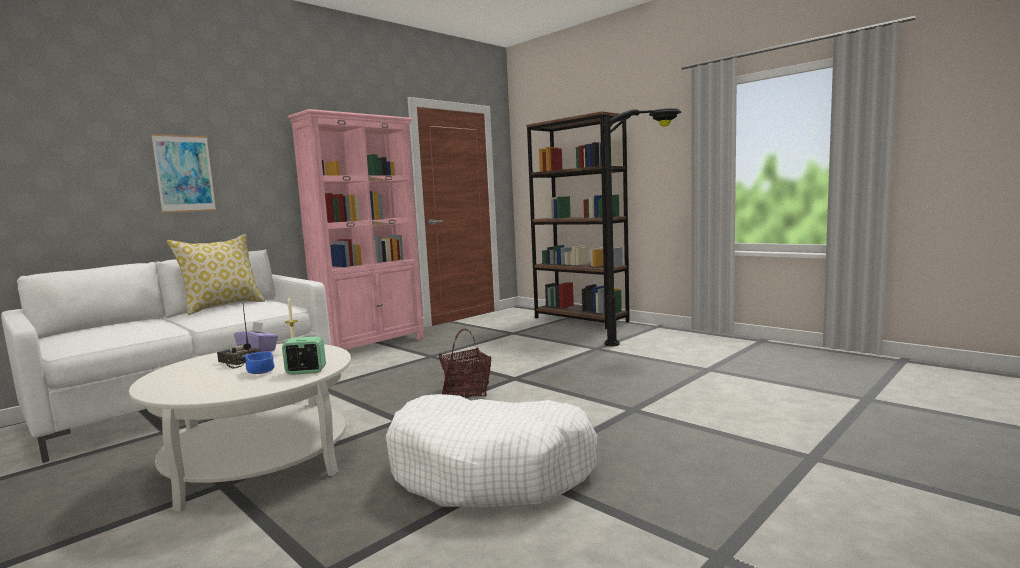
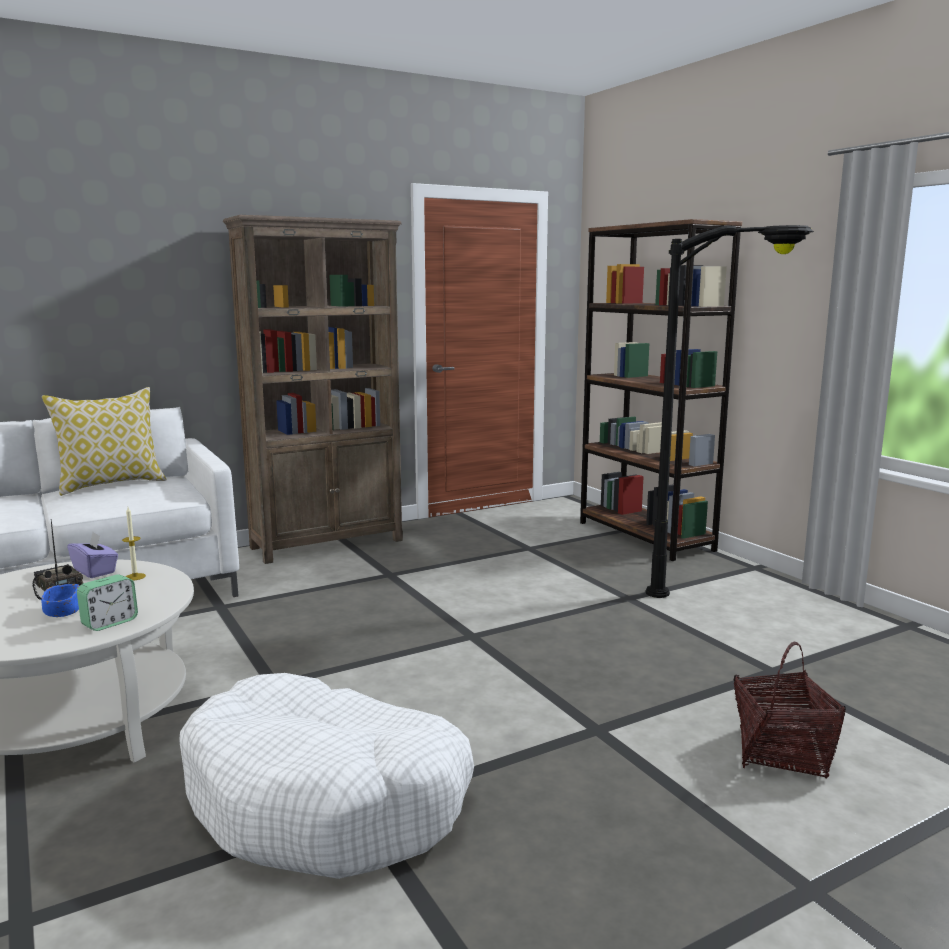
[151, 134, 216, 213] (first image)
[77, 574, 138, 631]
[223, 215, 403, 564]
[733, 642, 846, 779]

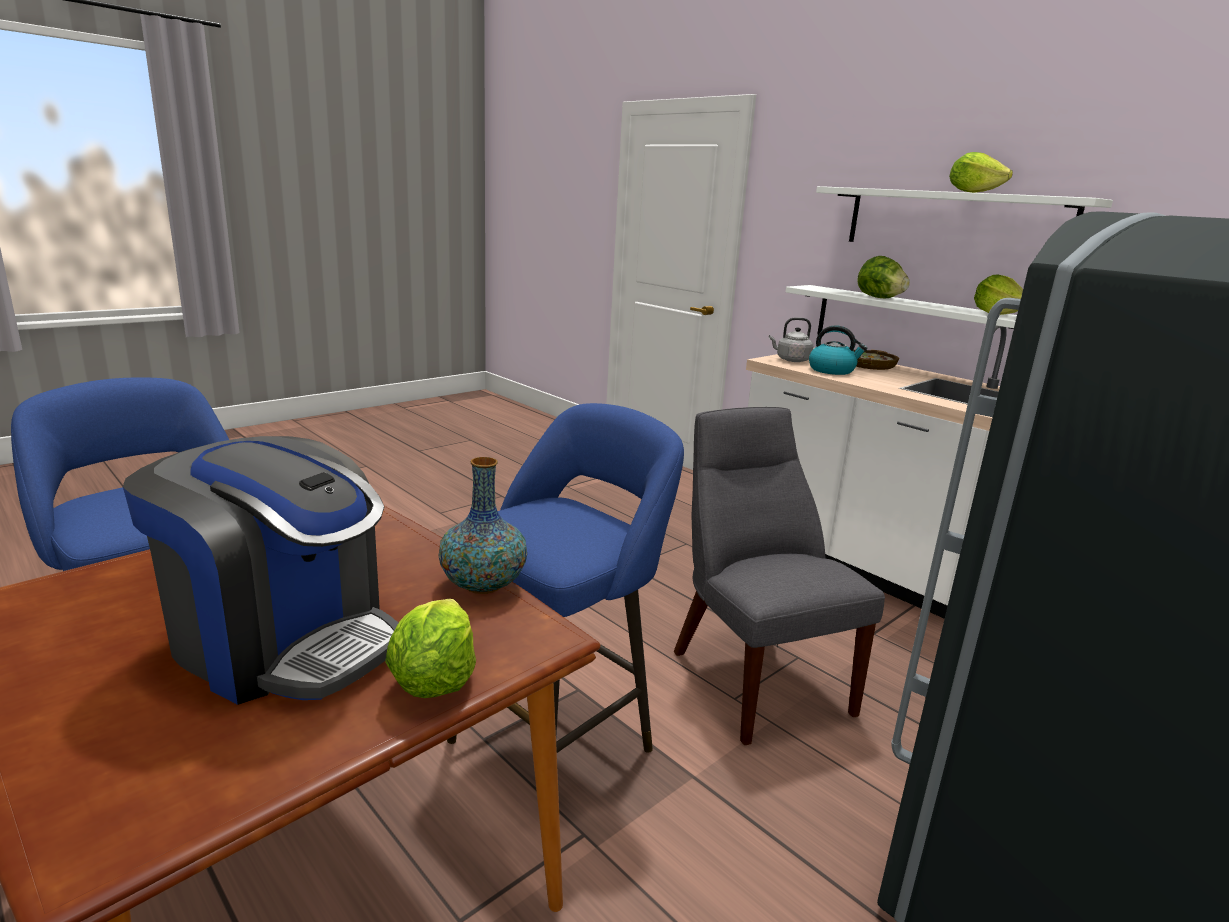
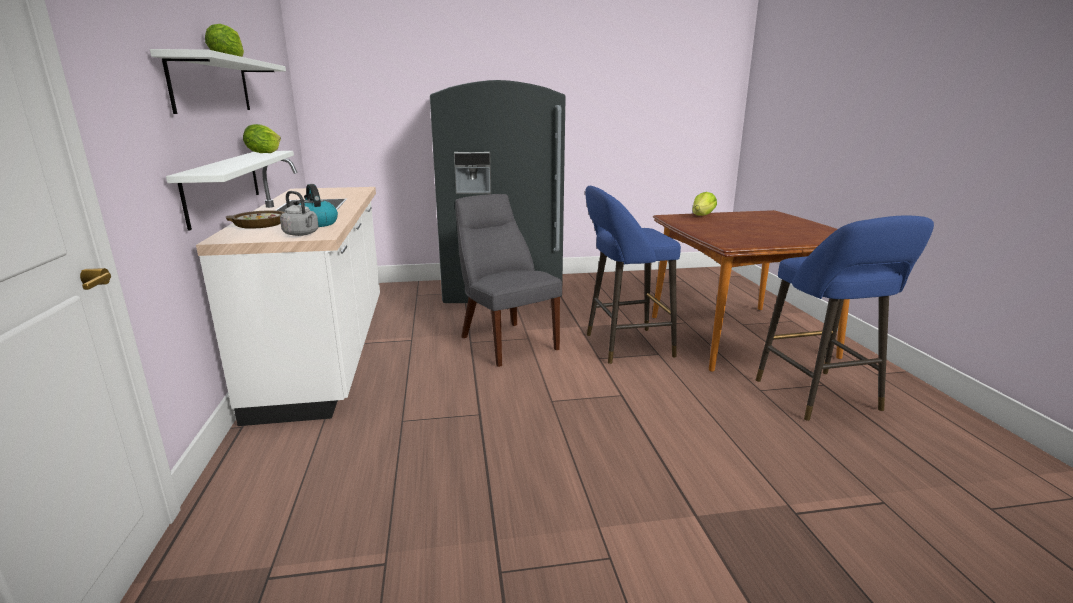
[123, 436, 399, 705] (first image)
[439, 457, 527, 594] (first image)
[455, 194, 562, 367]
[857, 256, 910, 298] (first image)

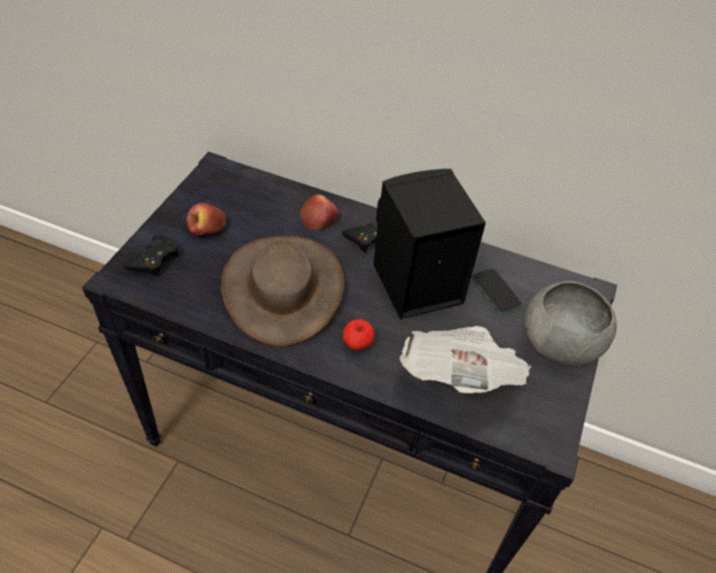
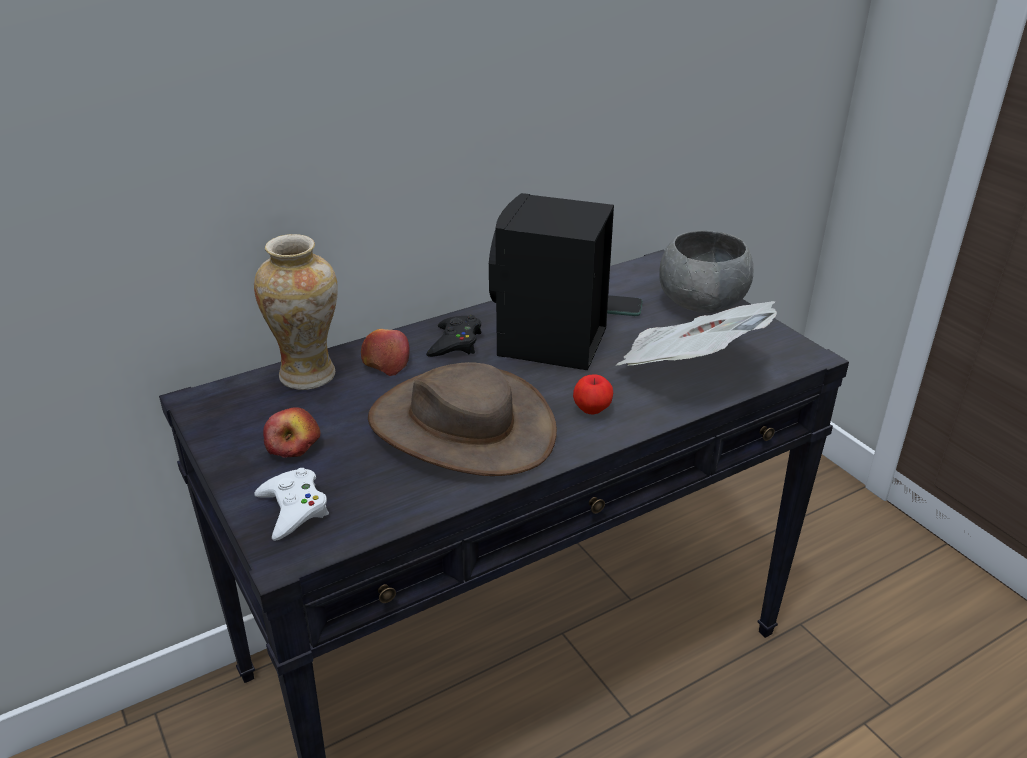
[254, 468, 329, 541]
[254, 234, 338, 390]

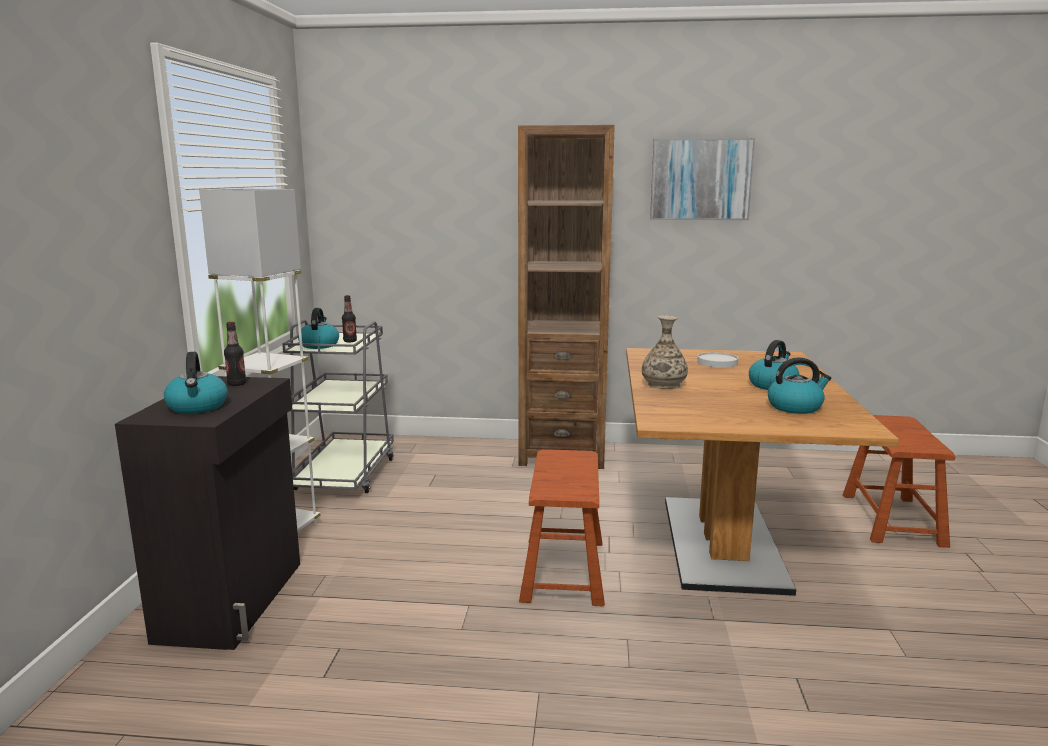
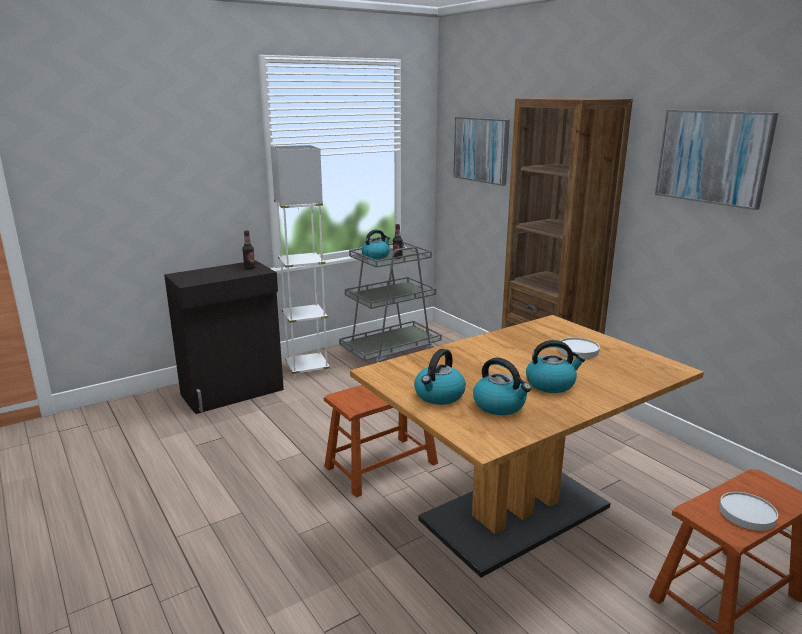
[414, 349, 466, 405]
[642, 316, 688, 389] (first image)
[453, 117, 510, 186]
[719, 492, 778, 531]

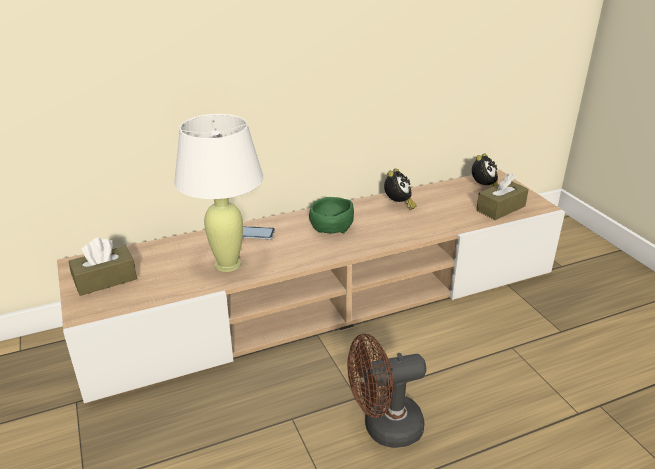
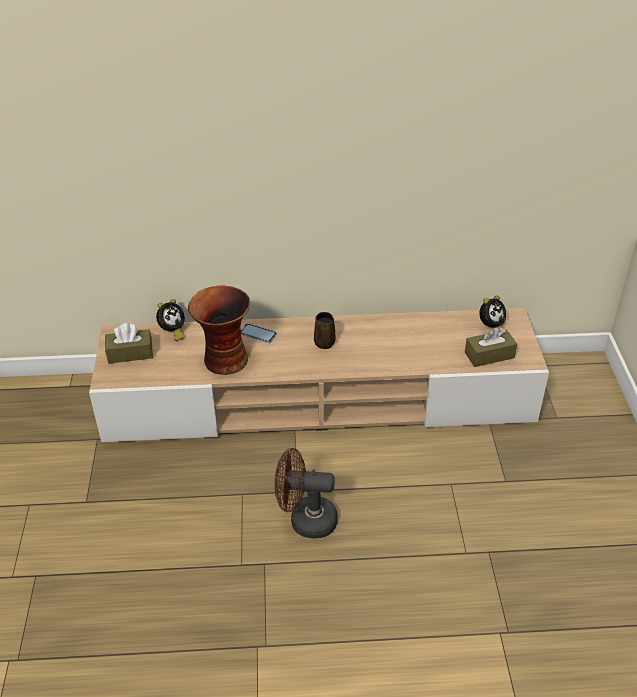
[188, 285, 250, 375]
[314, 312, 336, 349]
[156, 299, 185, 341]

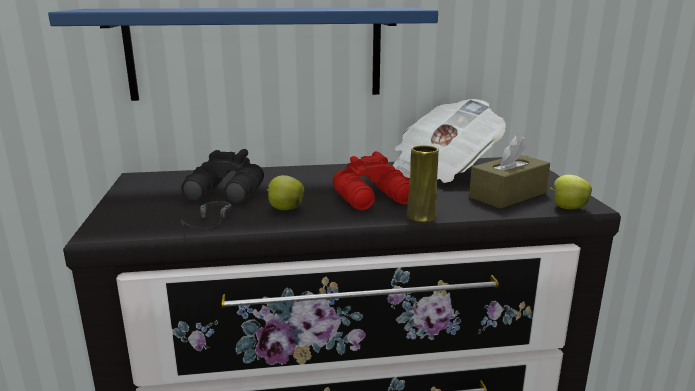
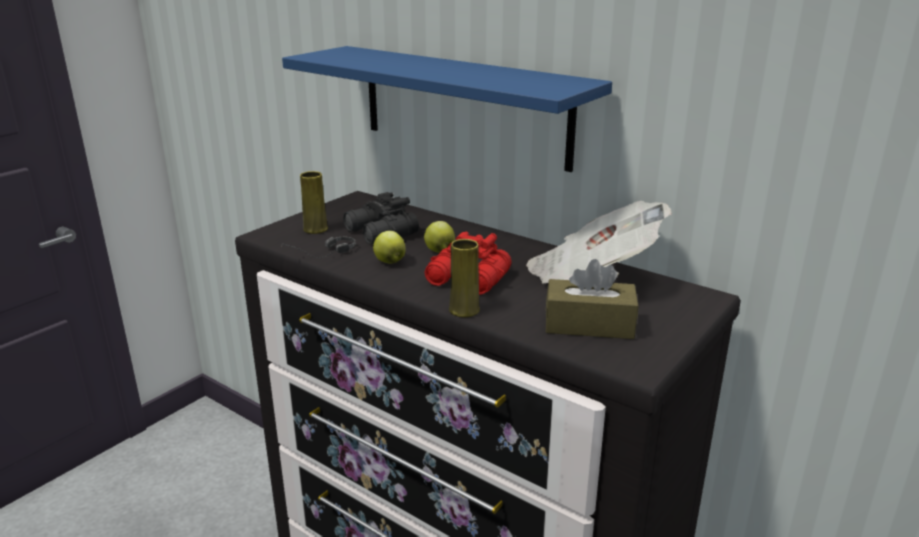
[424, 221, 455, 253]
[300, 171, 328, 234]

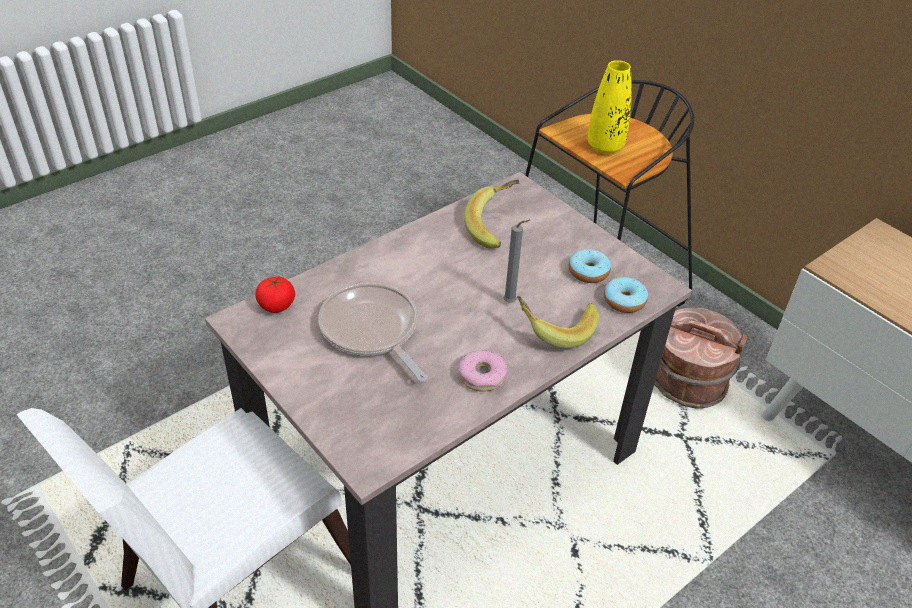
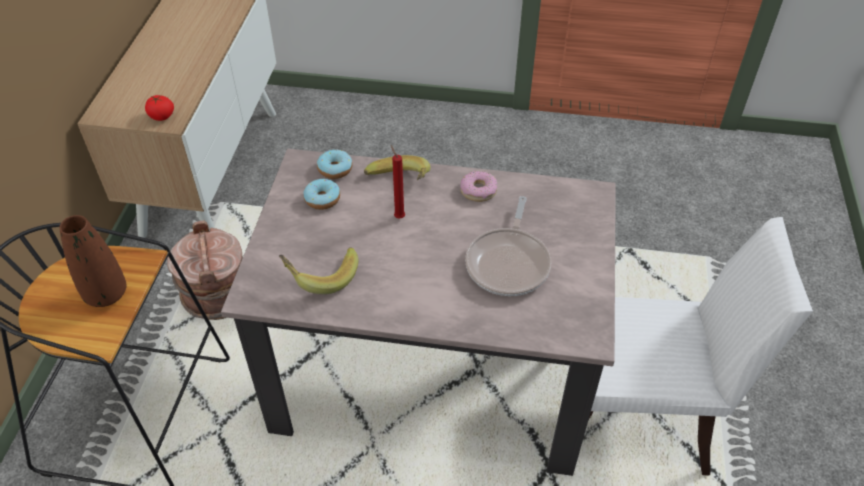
[145, 95, 174, 121]
[391, 145, 405, 219]
[59, 215, 126, 307]

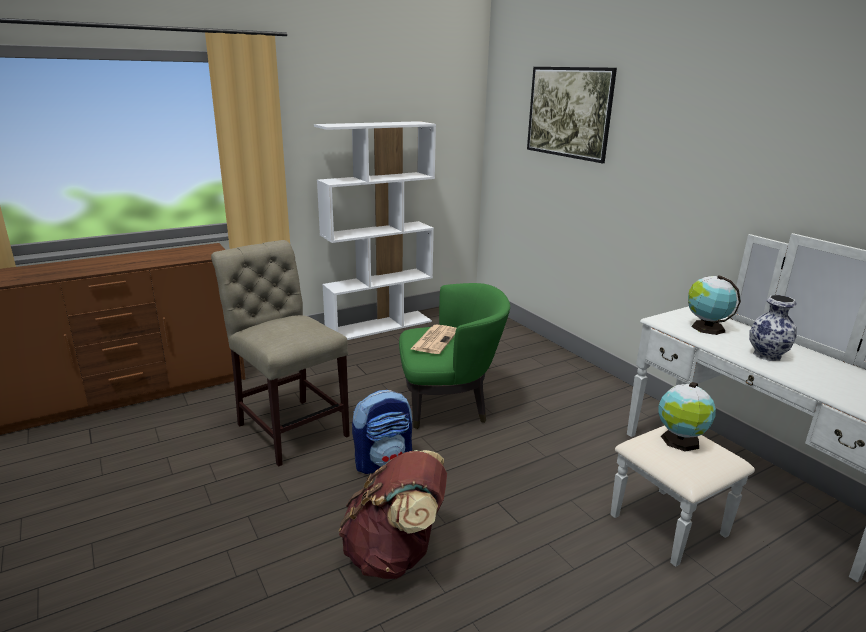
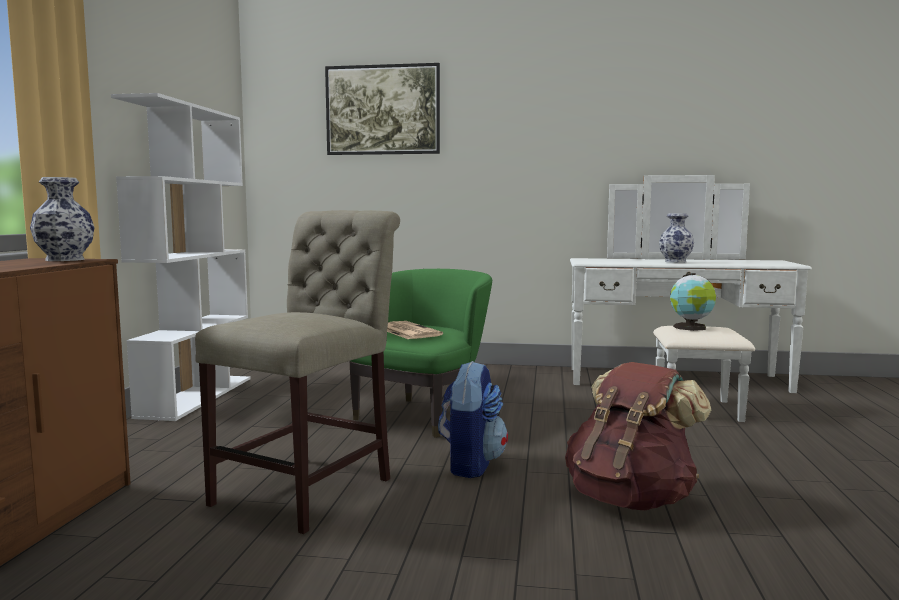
[195, 210, 400, 534]
[688, 275, 741, 335] (first image)
[30, 177, 95, 261]

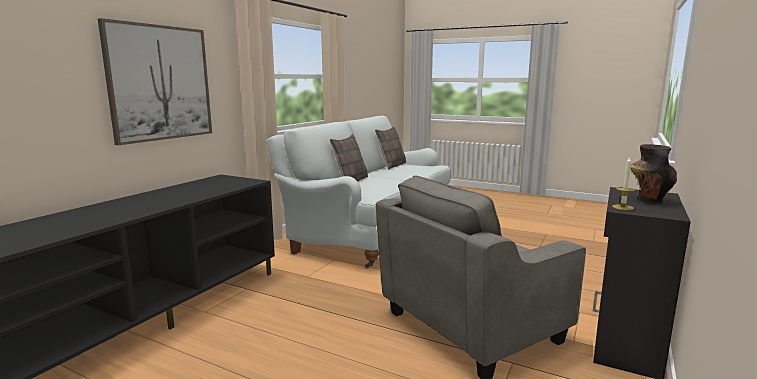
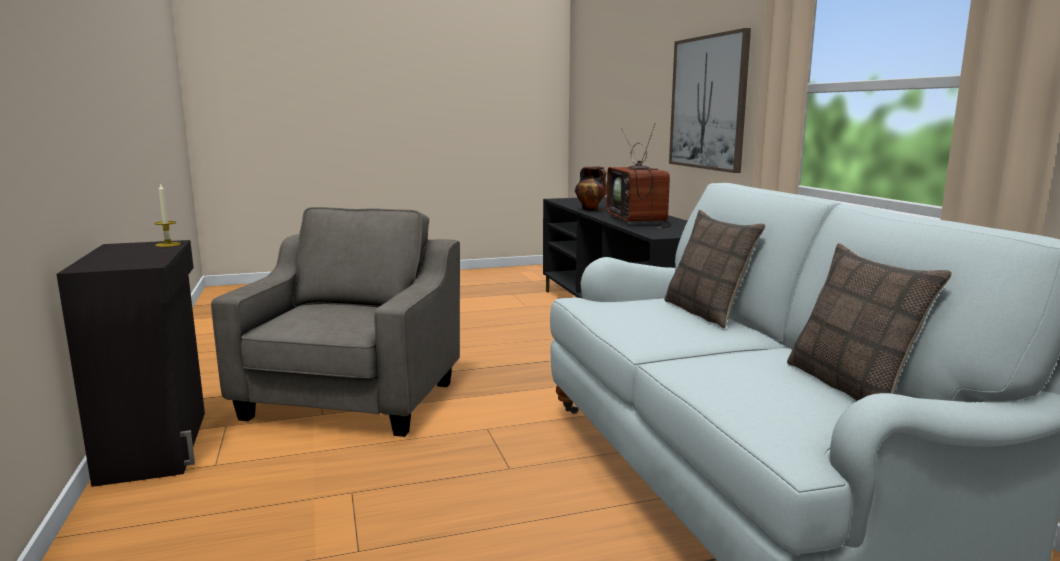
[575, 167, 607, 211]
[606, 123, 671, 228]

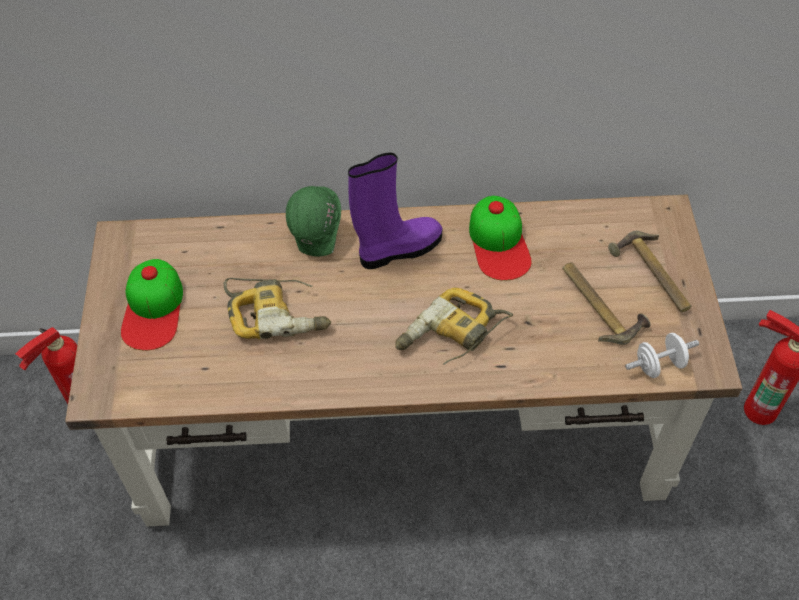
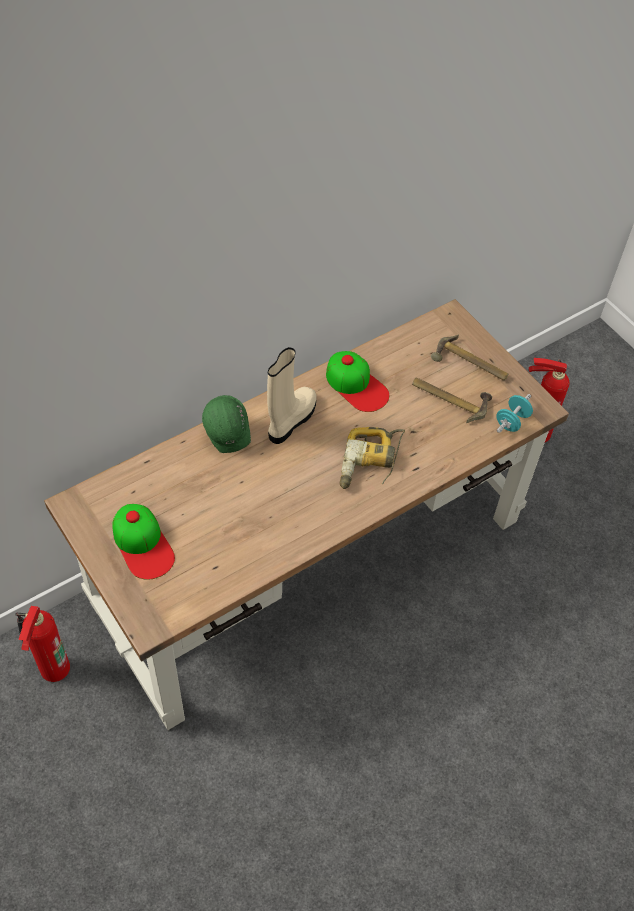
[224, 278, 331, 339] (first image)
[267, 347, 317, 444]
[496, 394, 533, 433]

